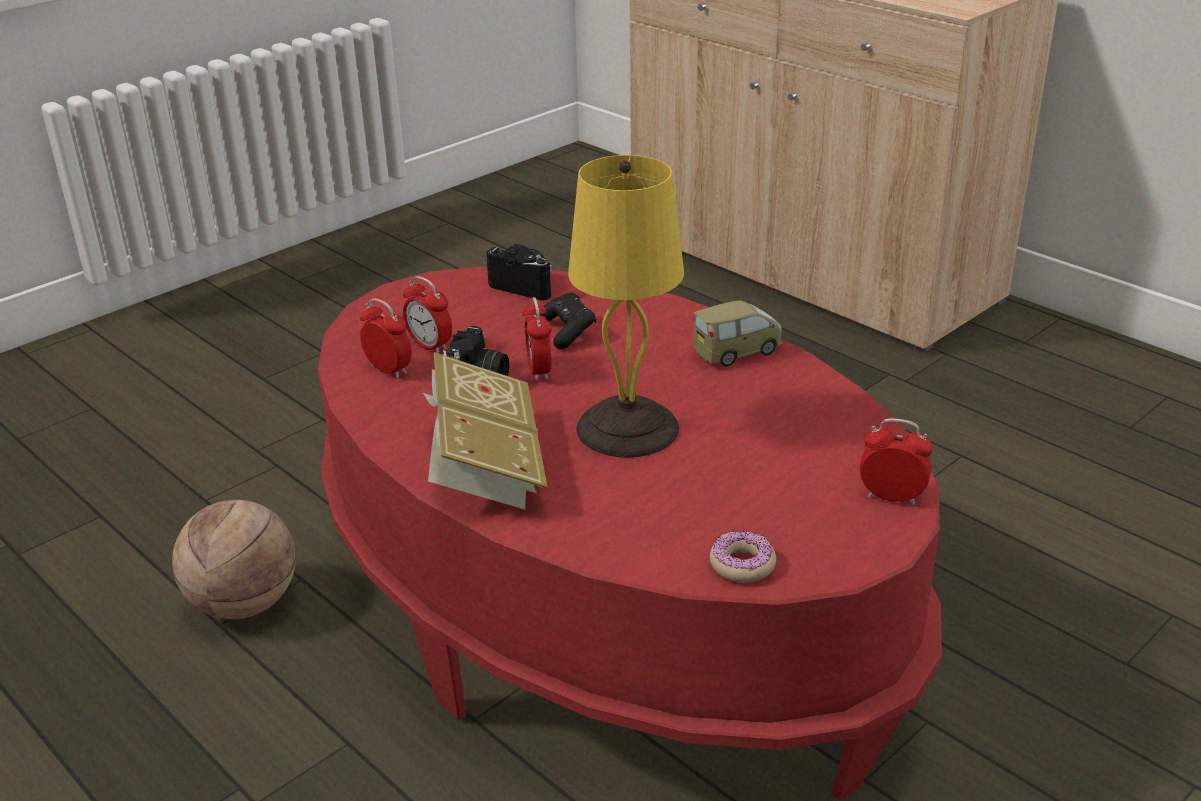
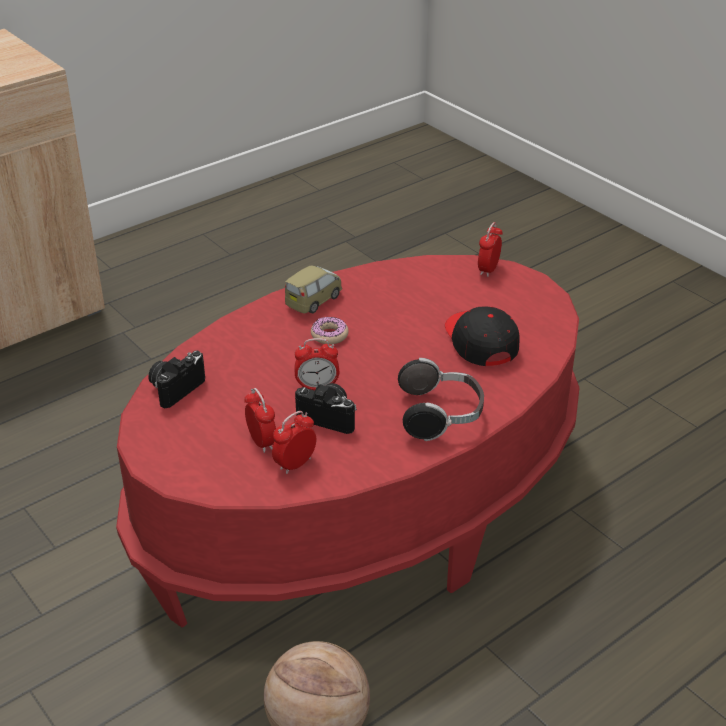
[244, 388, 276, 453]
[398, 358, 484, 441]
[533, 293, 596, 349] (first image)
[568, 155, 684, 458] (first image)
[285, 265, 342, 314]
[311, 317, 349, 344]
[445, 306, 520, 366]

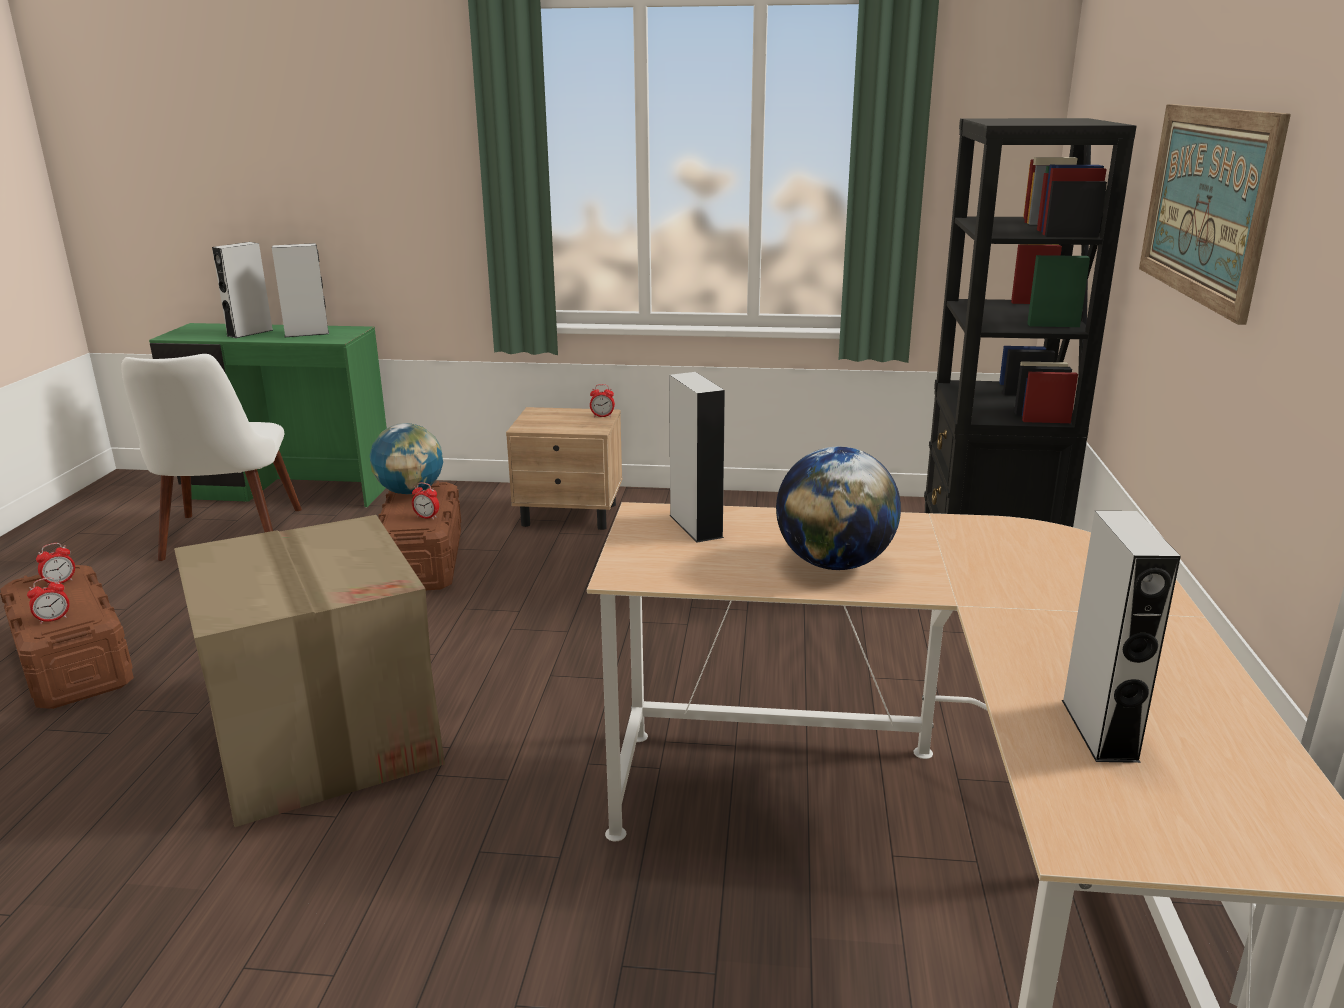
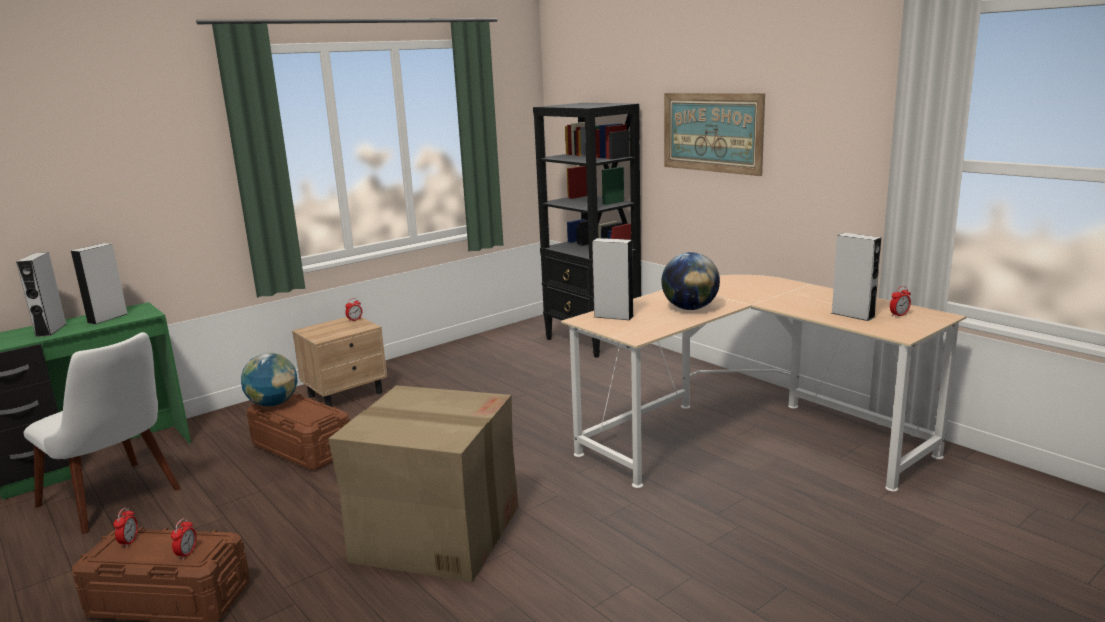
[890, 286, 911, 317]

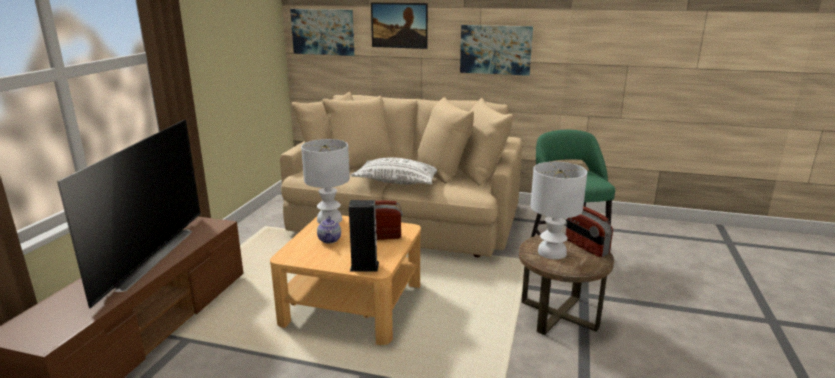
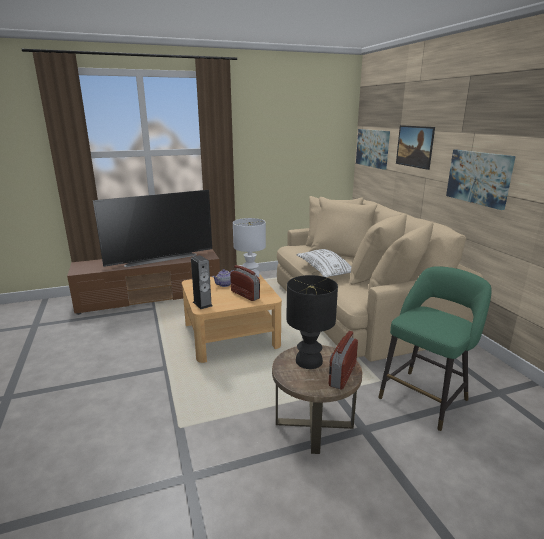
[286, 275, 338, 369]

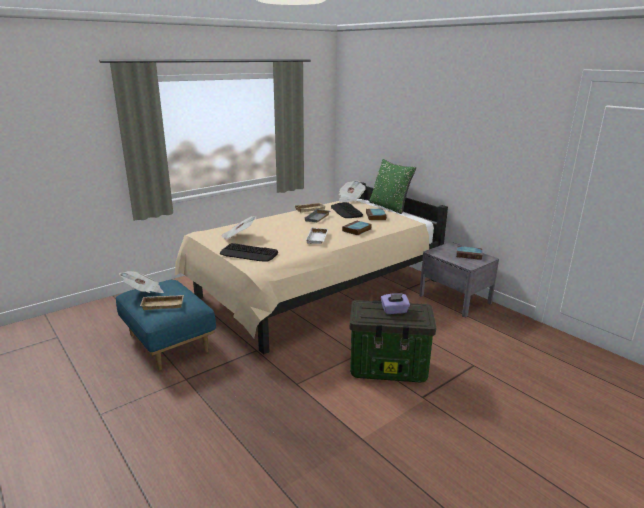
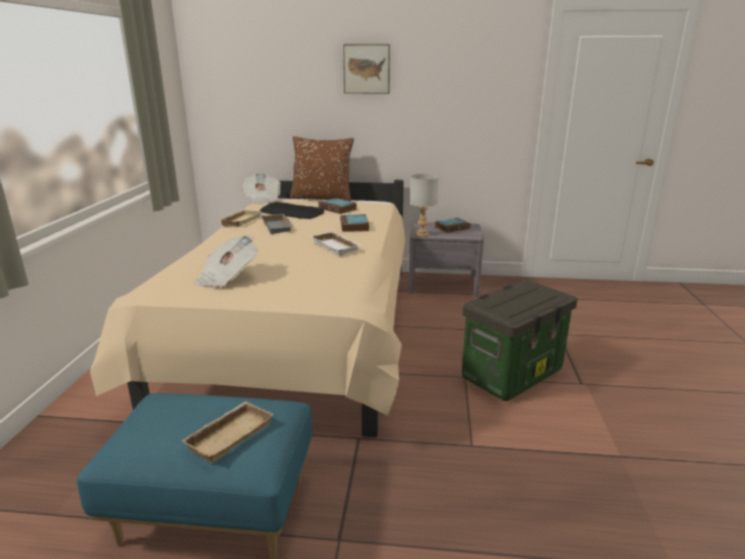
[119, 271, 164, 293] (first image)
[220, 243, 278, 262] (first image)
[290, 136, 354, 201]
[381, 293, 410, 314] (first image)
[343, 44, 390, 94]
[410, 174, 439, 237]

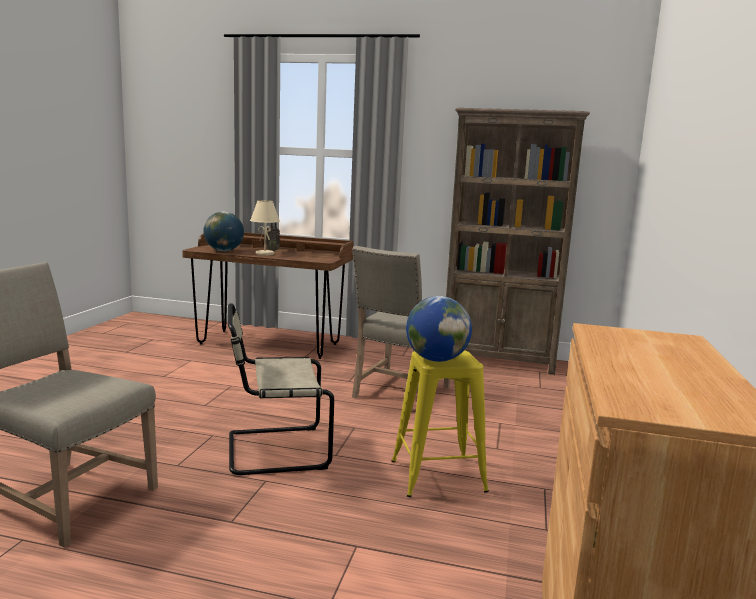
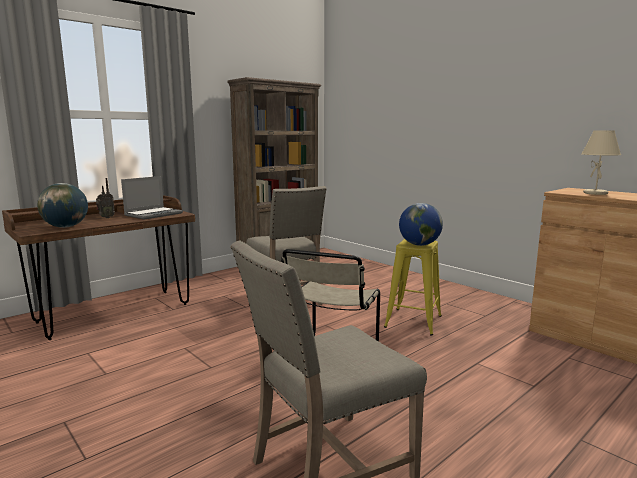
[581, 131, 621, 195]
[121, 176, 183, 220]

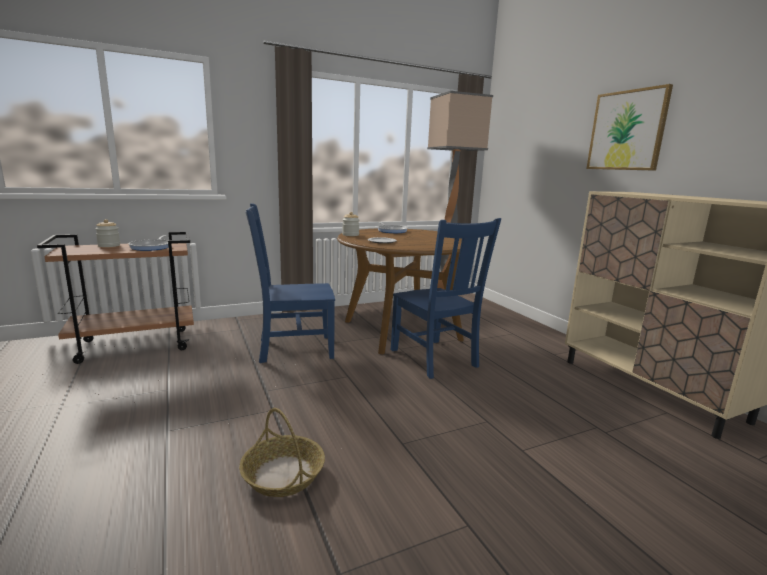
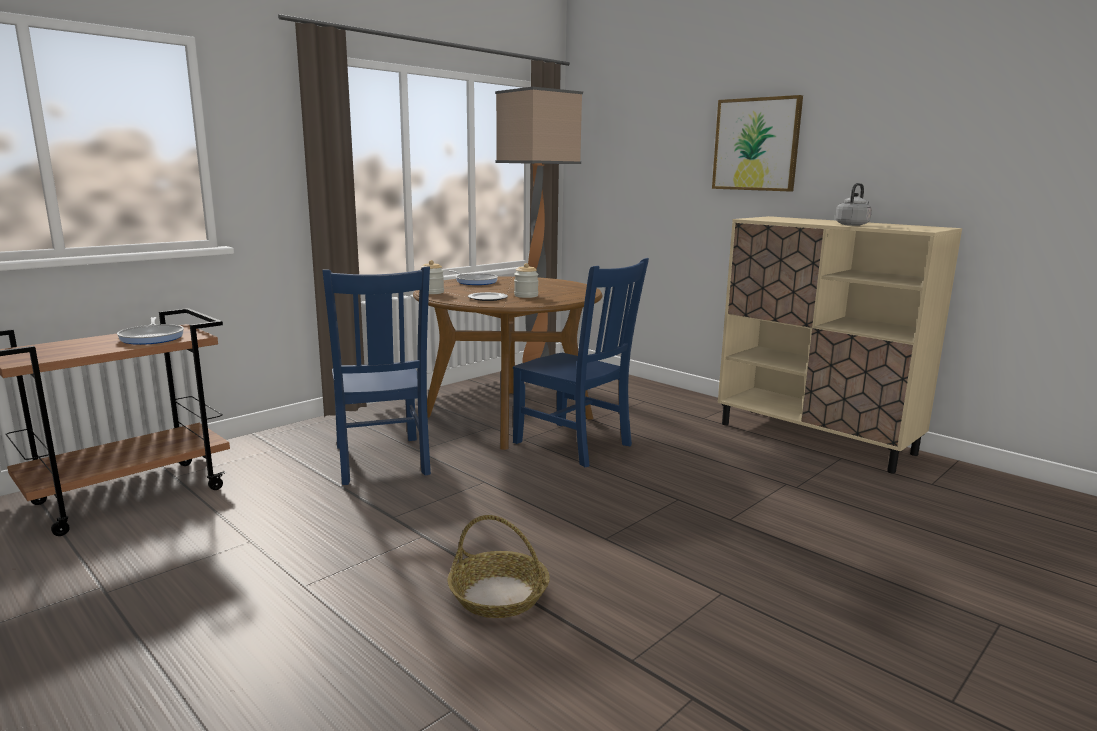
[514, 263, 539, 298]
[322, 267, 431, 485]
[835, 183, 872, 226]

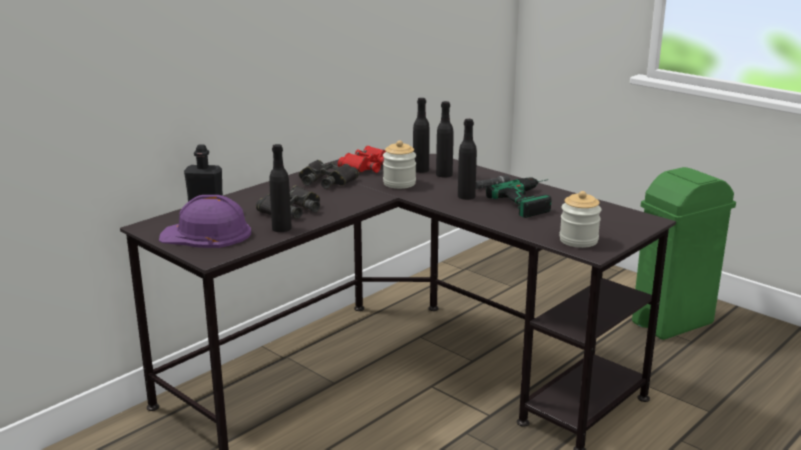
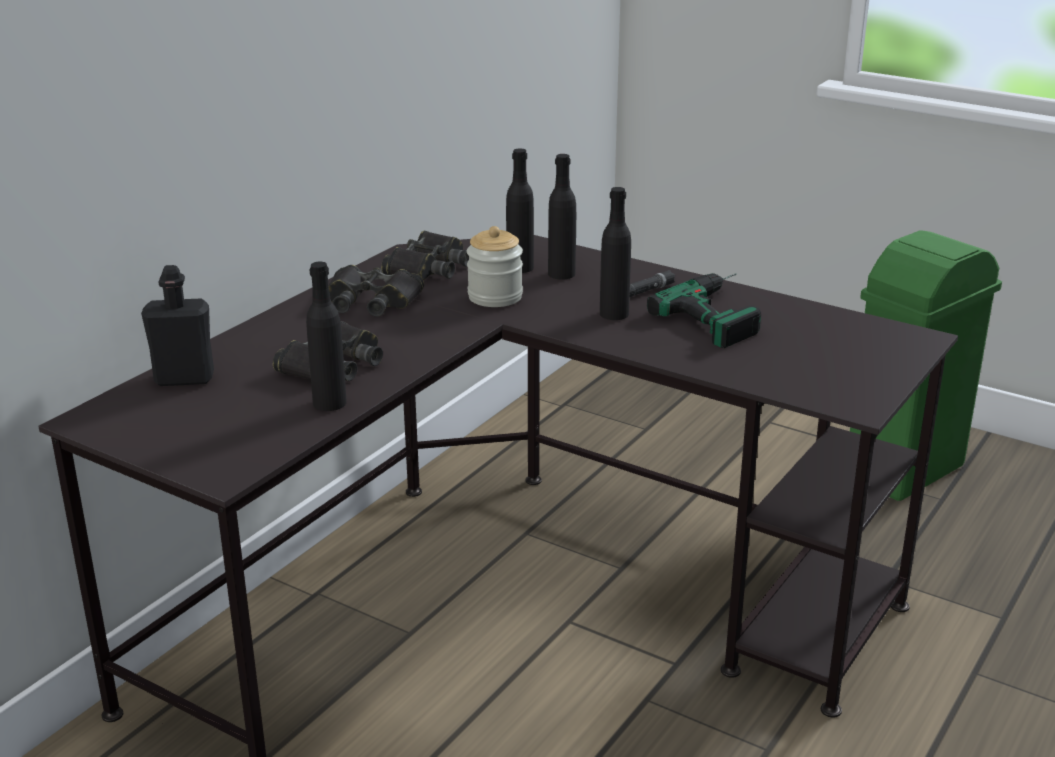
[159, 195, 251, 248] (first image)
[381, 231, 469, 280]
[559, 191, 601, 248] (first image)

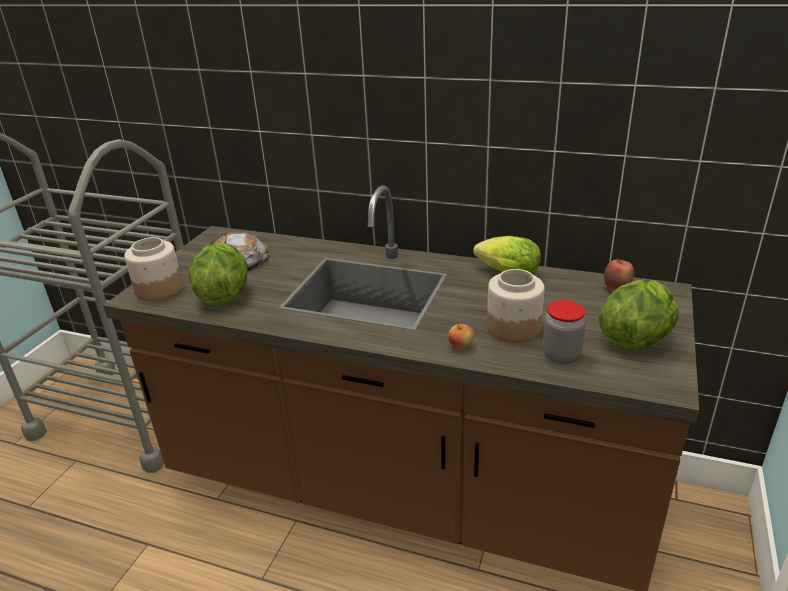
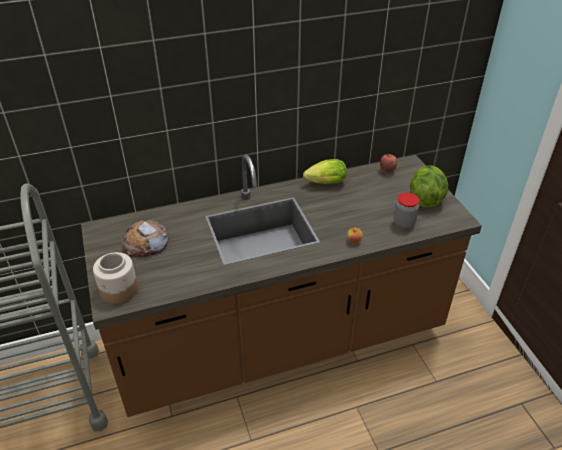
[189, 242, 248, 306] (first image)
[487, 269, 544, 343] (first image)

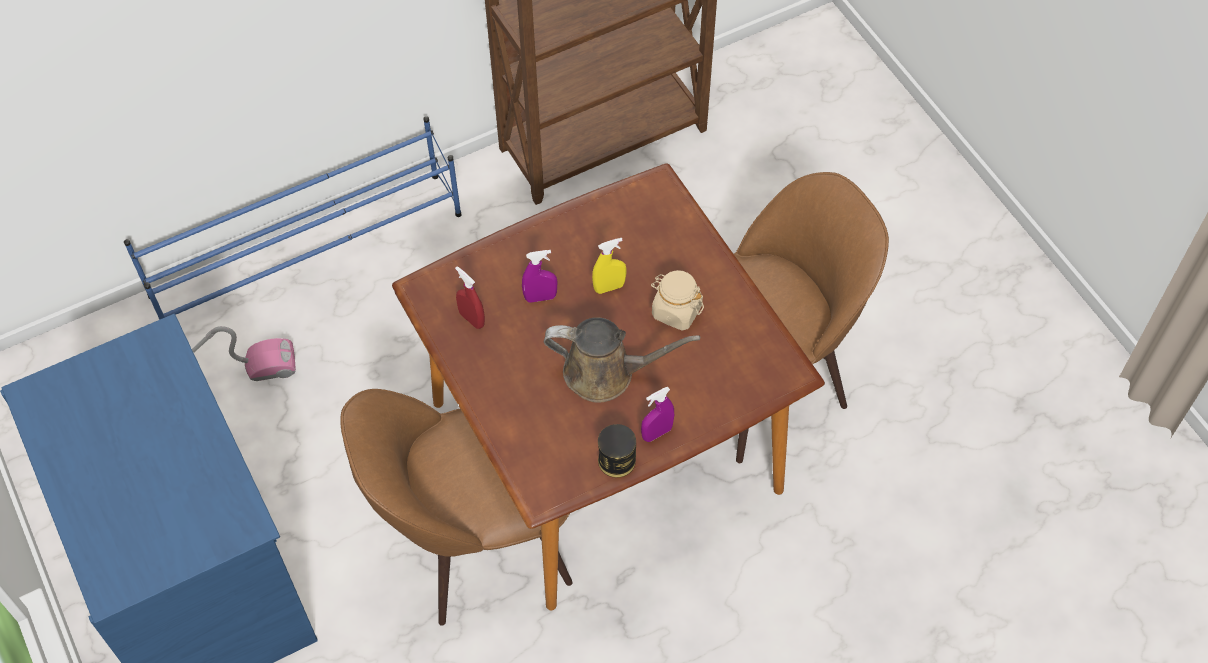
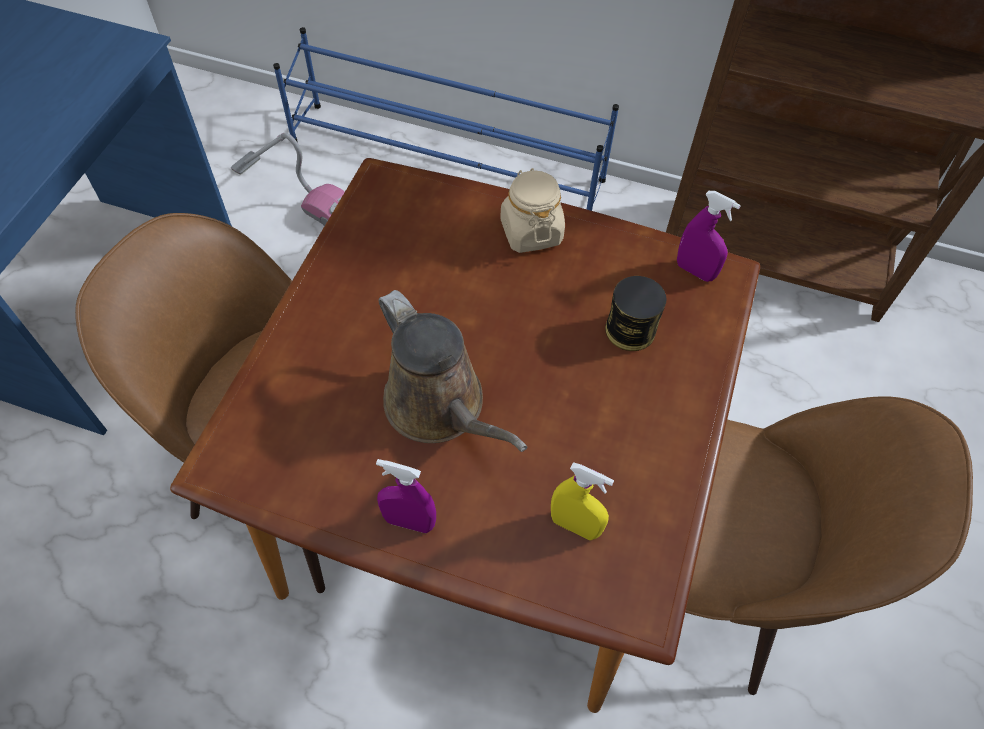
[455, 266, 485, 329] (first image)
[677, 191, 741, 282]
[551, 462, 614, 540]
[605, 276, 666, 351]
[500, 168, 565, 253]

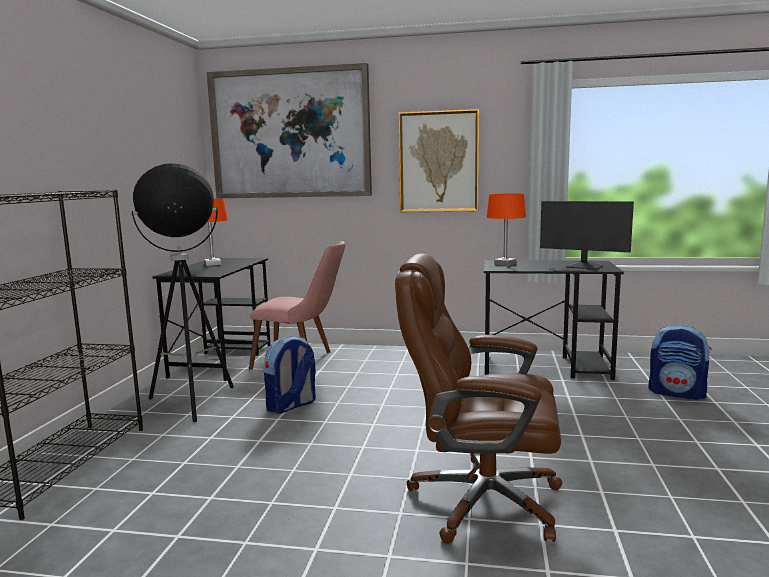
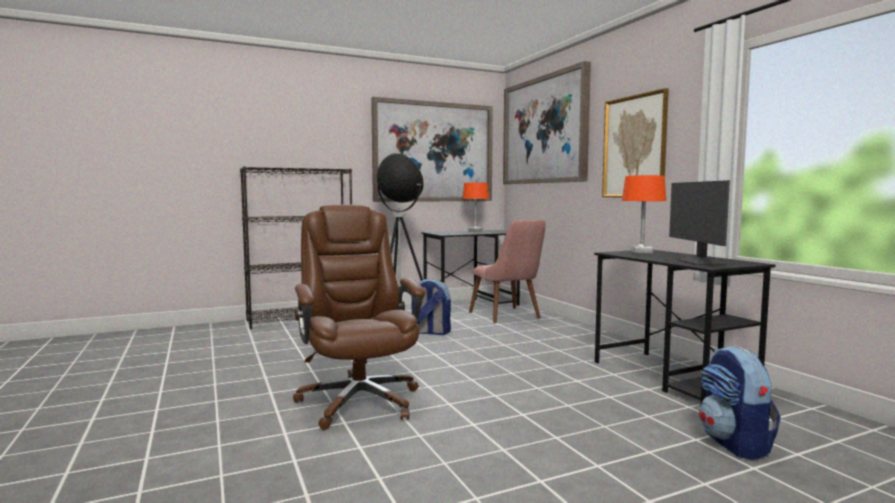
[371, 97, 493, 202]

